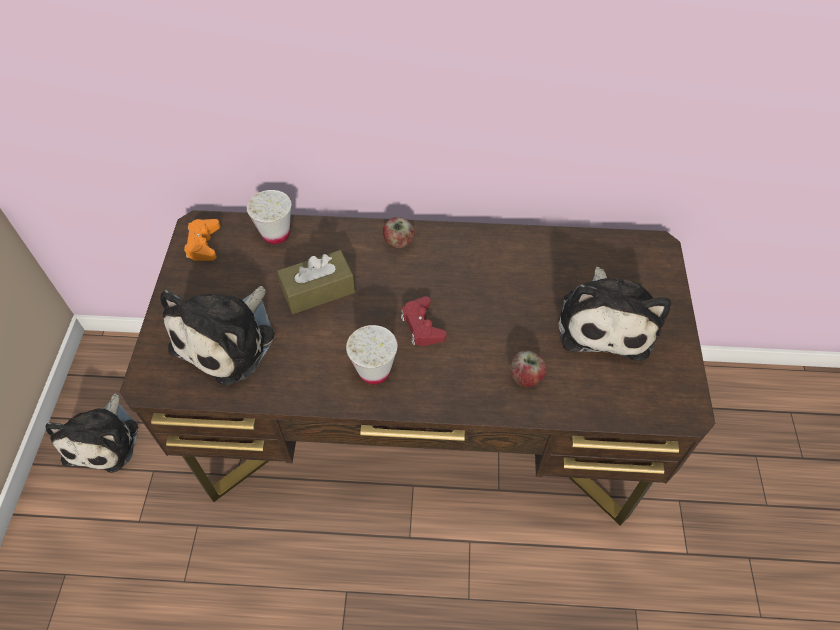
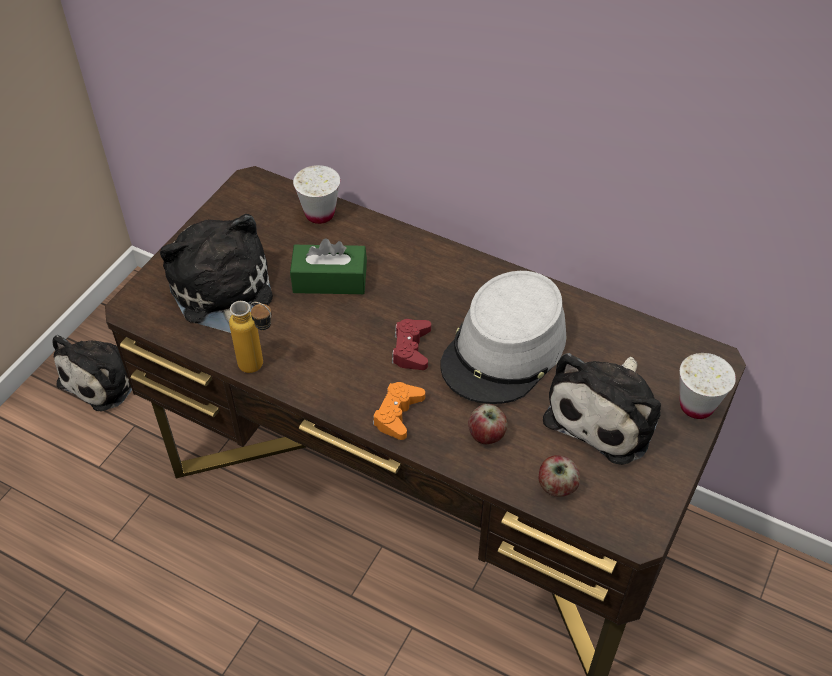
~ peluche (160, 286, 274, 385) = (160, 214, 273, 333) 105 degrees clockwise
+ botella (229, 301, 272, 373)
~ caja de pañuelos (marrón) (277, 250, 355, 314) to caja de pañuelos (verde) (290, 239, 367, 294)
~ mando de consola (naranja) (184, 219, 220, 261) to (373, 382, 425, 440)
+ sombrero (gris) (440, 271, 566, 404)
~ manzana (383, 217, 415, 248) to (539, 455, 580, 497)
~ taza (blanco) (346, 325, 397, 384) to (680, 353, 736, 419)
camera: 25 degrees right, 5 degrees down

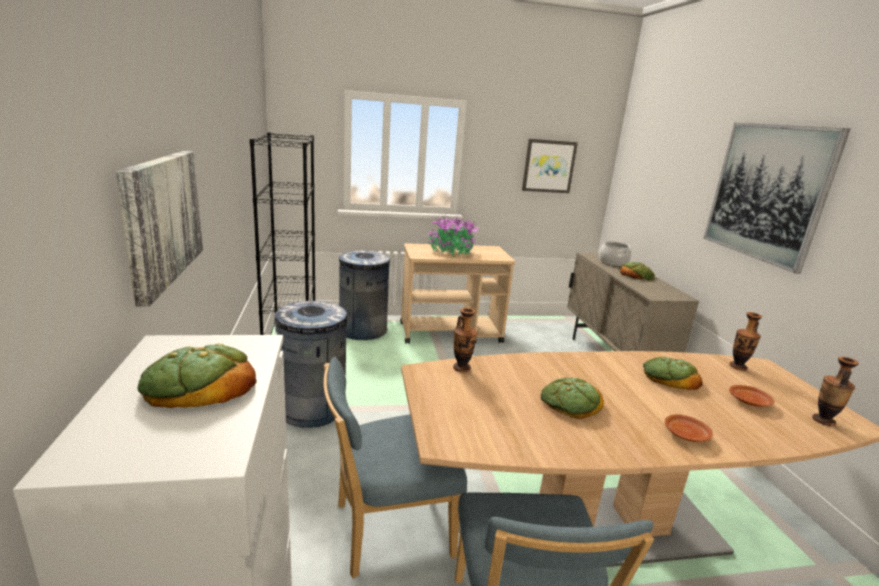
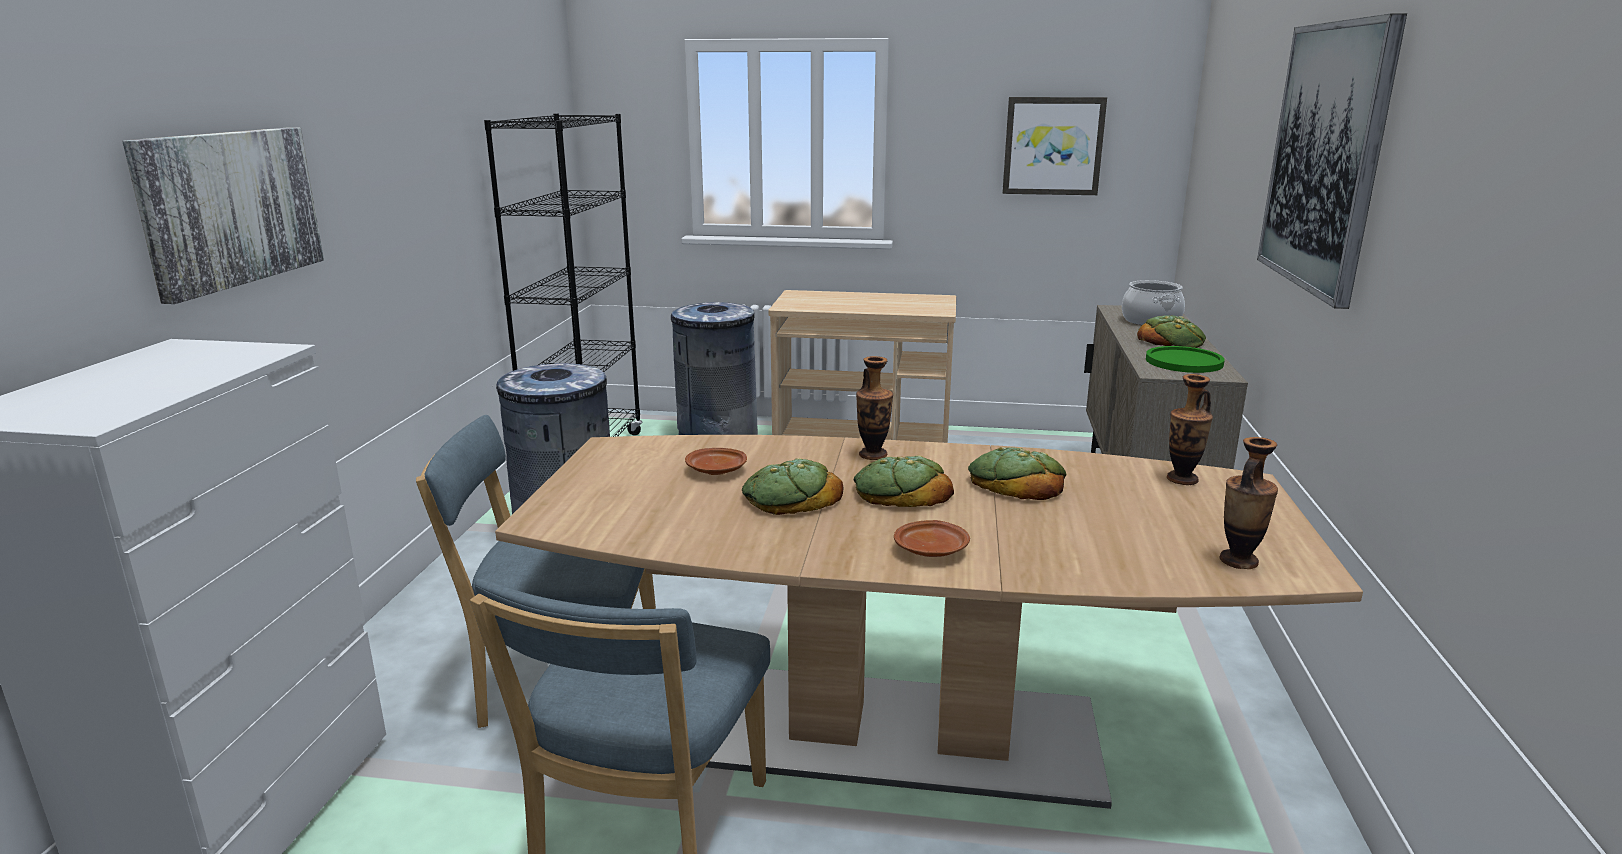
~ plato (marrón) (729, 385, 775, 407) to (685, 448, 747, 475)
~ pan (137, 344, 257, 408) to (853, 455, 954, 507)
~ florero (453, 308, 477, 372) to (856, 356, 893, 460)
+ plato (verde) (1146, 346, 1225, 373)
- planta en maceta (428, 214, 479, 256)
camera: 20 degrees right, 0 degrees up

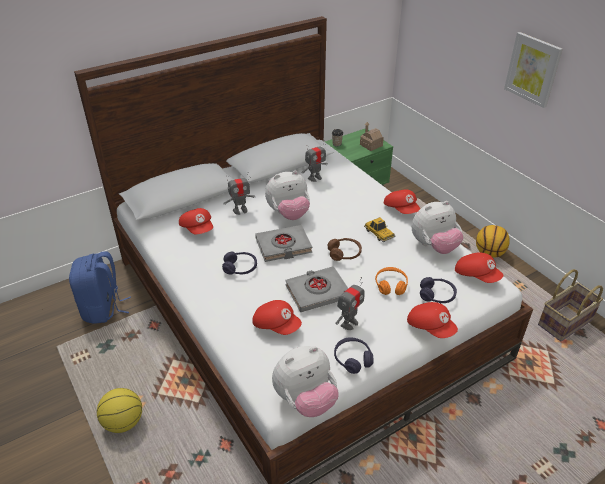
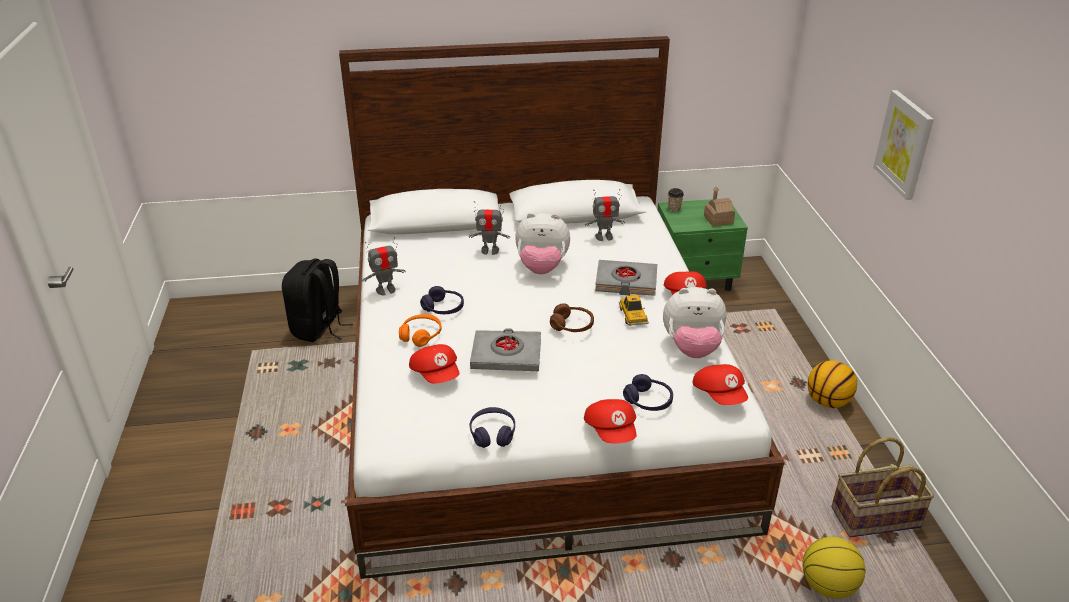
~ mochila (azul) (69, 251, 131, 324) to mochila (negro) (282, 259, 353, 342)
~ robot de juguete (336, 277, 365, 330) to (362, 237, 406, 295)
~ auriculares (naranja) (375, 267, 408, 295) to (399, 314, 442, 347)
~ libro (gris) (255, 225, 313, 262) to (595, 260, 657, 296)
~ balón de baloncesto (97, 388, 142, 433) to (802, 536, 865, 599)
- gorra (rojo) (179, 208, 213, 235)
- peluche (272, 346, 339, 417)
camera: 25 degrees right, 5 degrees down

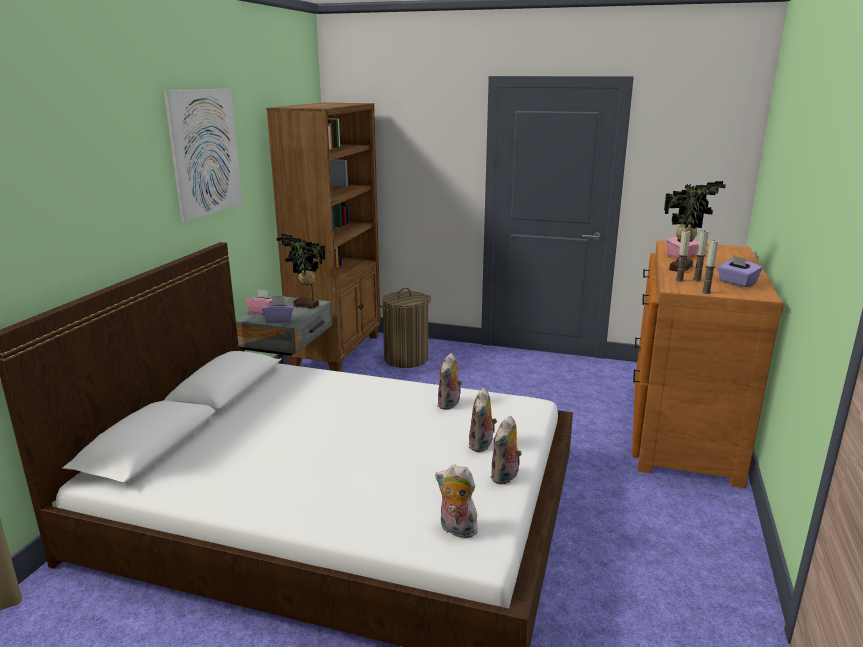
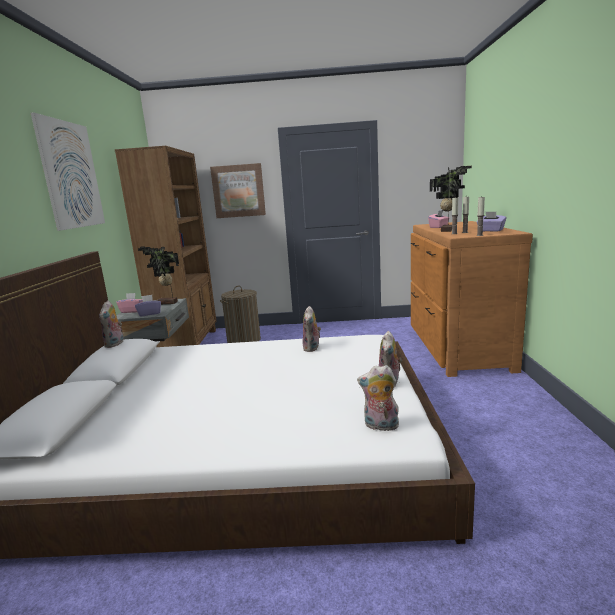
~ peluche (469, 388, 497, 452) to (99, 301, 124, 348)
+ cuadro (210, 163, 266, 218)
camera: 15 degrees left, 5 degrees down

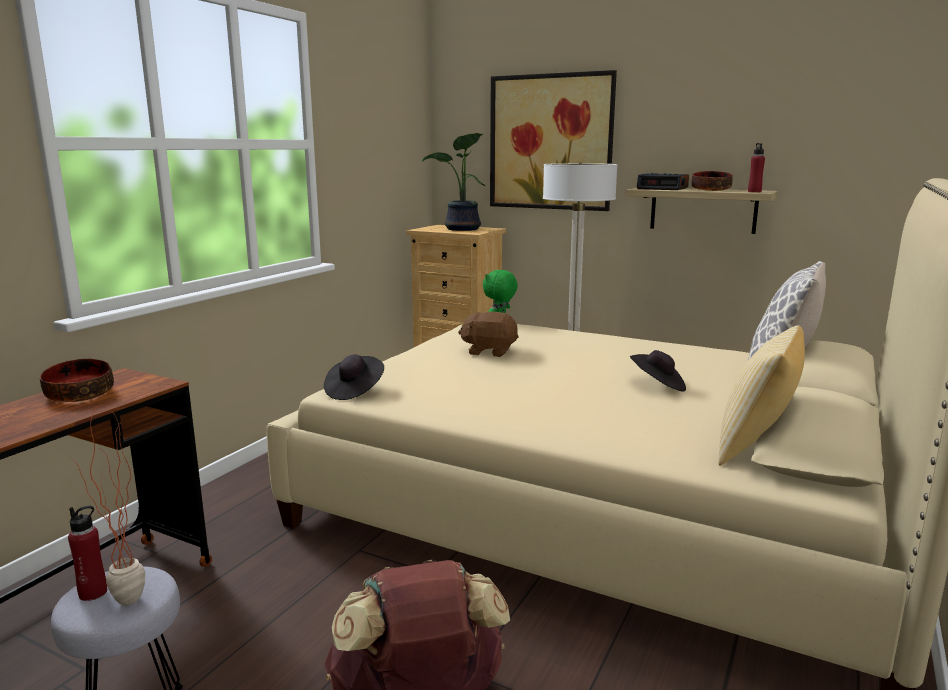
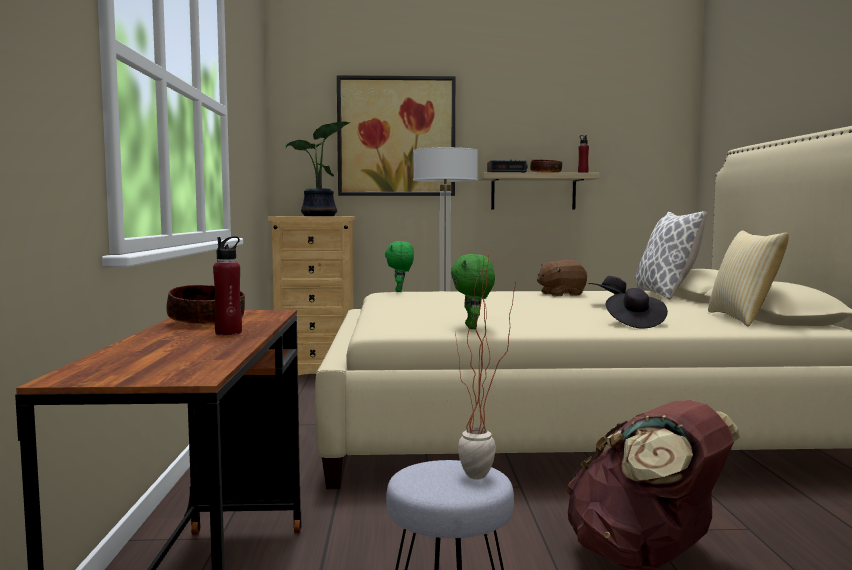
~ botella (rojo) (68, 506, 107, 601) to (213, 236, 242, 335)
+ peluche (verde) (451, 254, 495, 329)
~ peluche (marrón) (458, 312, 519, 357) to (537, 260, 587, 297)
~ sombrero (negro) (324, 355, 384, 400) to (606, 288, 668, 329)
camera: 30 degrees left, 10 degrees down

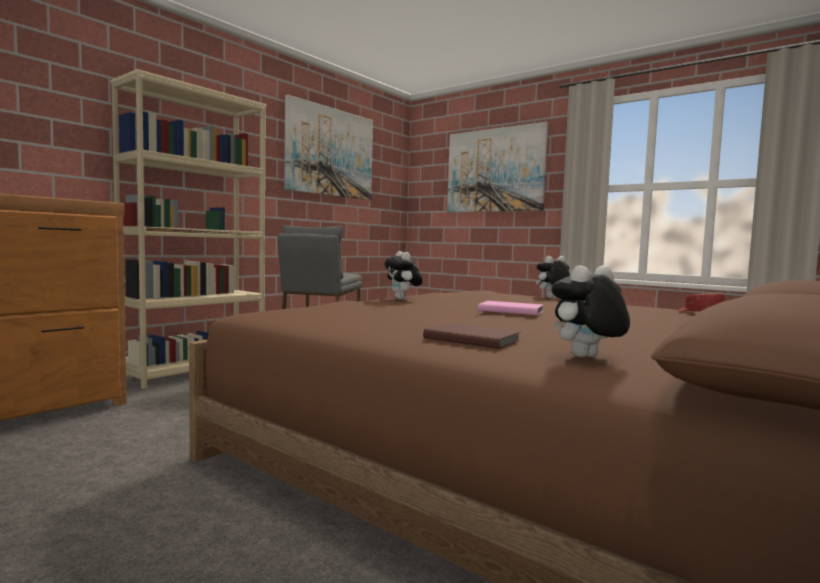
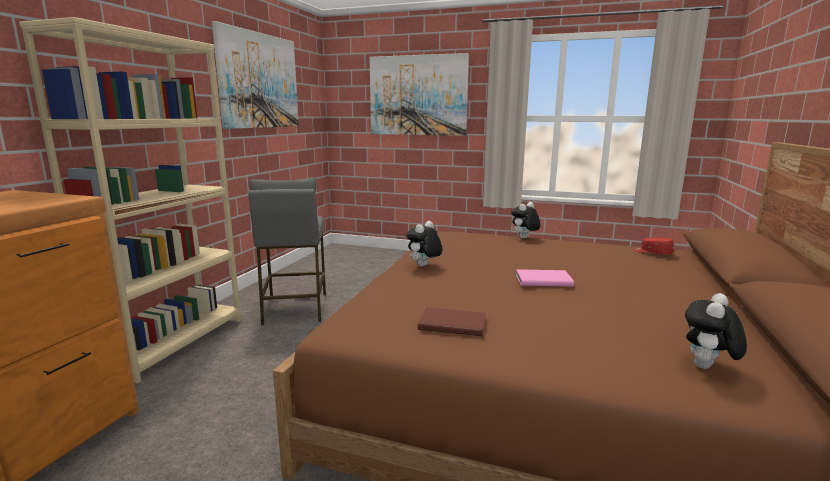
~ peluche (385, 251, 422, 300) = (406, 221, 442, 267) 75 degrees clockwise
~ libro (marrón) (423, 323, 520, 349) to (418, 307, 486, 336)
camera: 20 degrees left, 10 degrees up

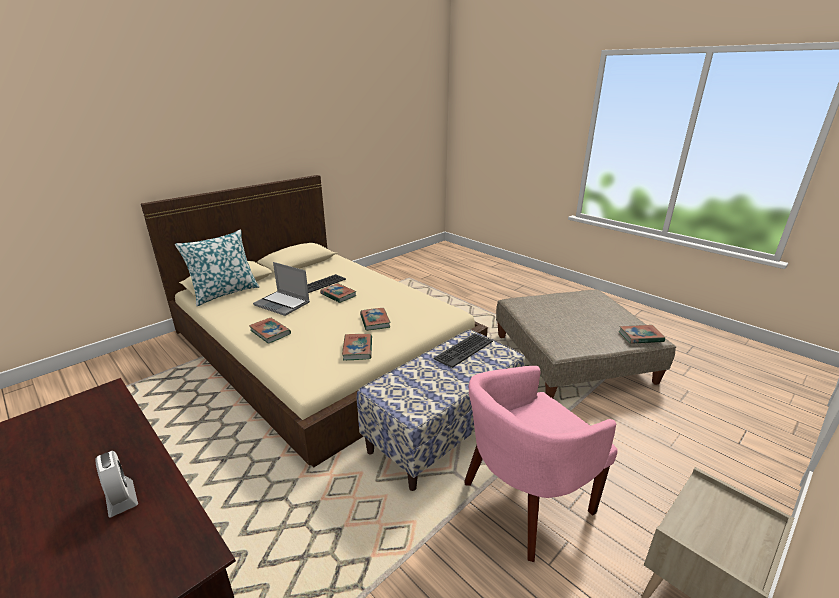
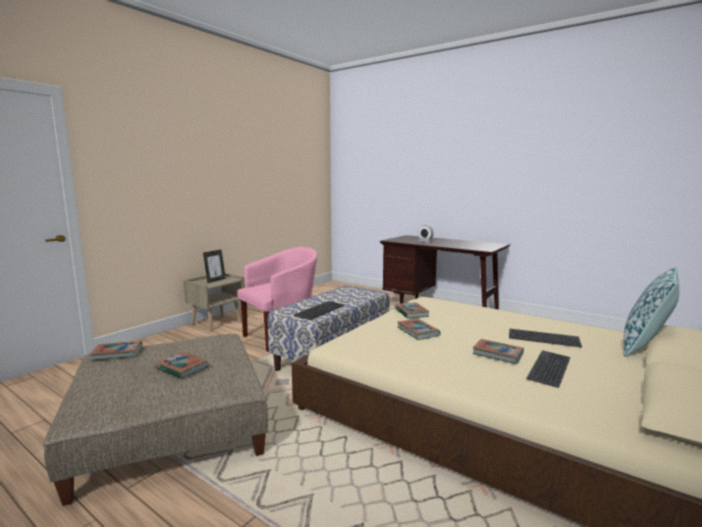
~ libro (249, 318, 291, 344) to (154, 352, 208, 379)
+ portarretratos (203, 250, 226, 283)
~ portátil (253, 262, 310, 316) to teclado (509, 329, 582, 347)
camera: 170 degrees right, 15 degrees down

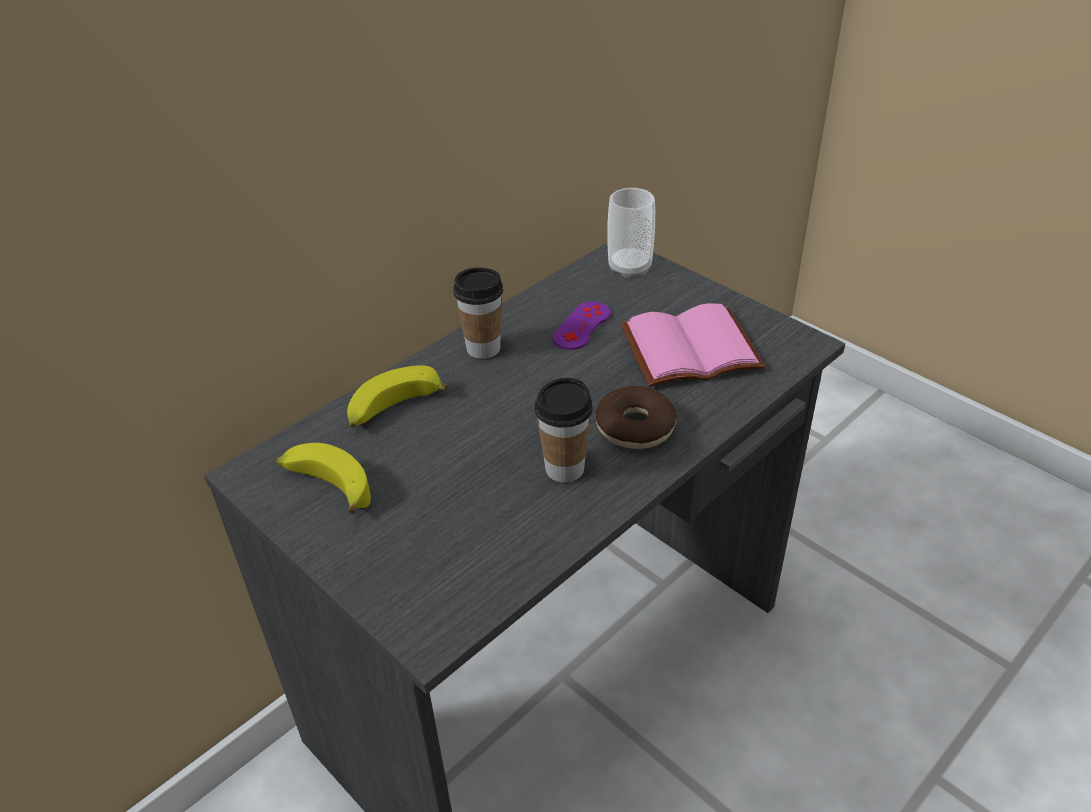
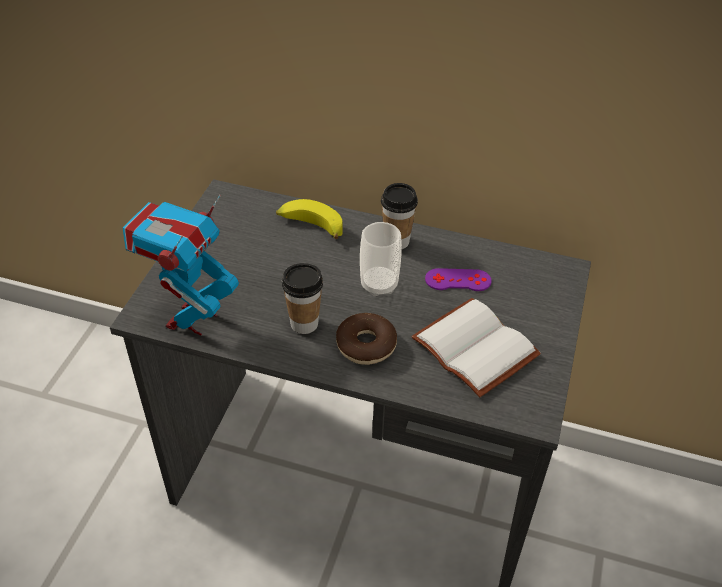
+ robot de juguete (123, 195, 239, 335)
~ taza (607, 188, 655, 278) to (360, 222, 402, 296)
~ libro (rosa) (621, 303, 765, 387) to libro (blanco) (411, 298, 541, 397)
- plátano (276, 443, 371, 513)
camera: 60 degrees right, 5 degrees up

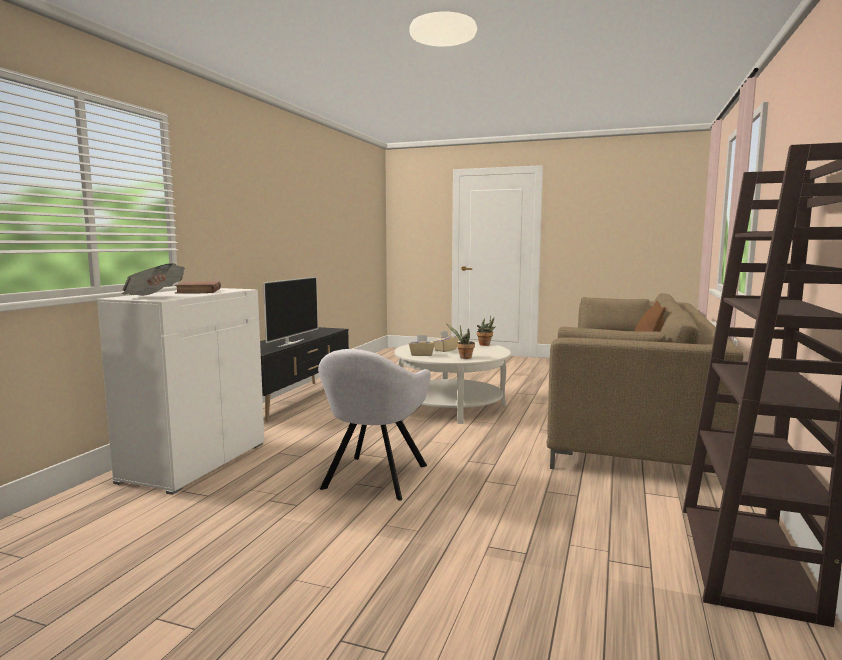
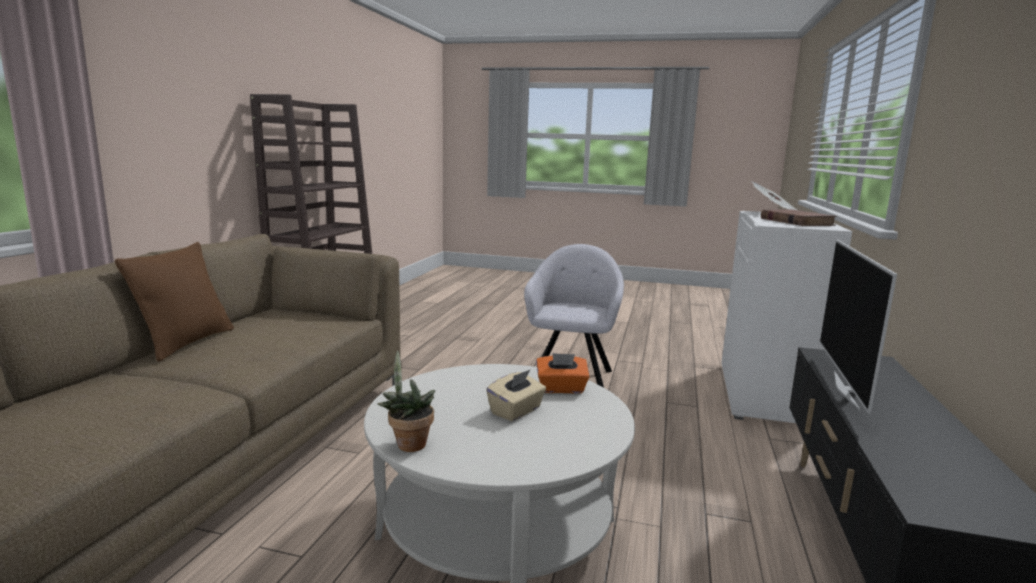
~ caja de pañuelos (beis) (409, 335, 435, 356) to caja de pañuelos (naranja) (536, 353, 590, 394)
- planta en maceta (447, 324, 475, 359)
camera: 175 degrees right, 5 degrees up

